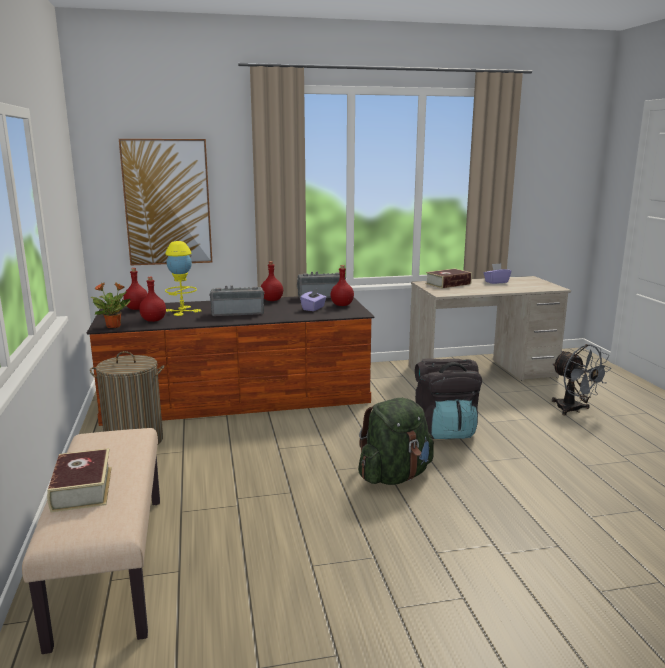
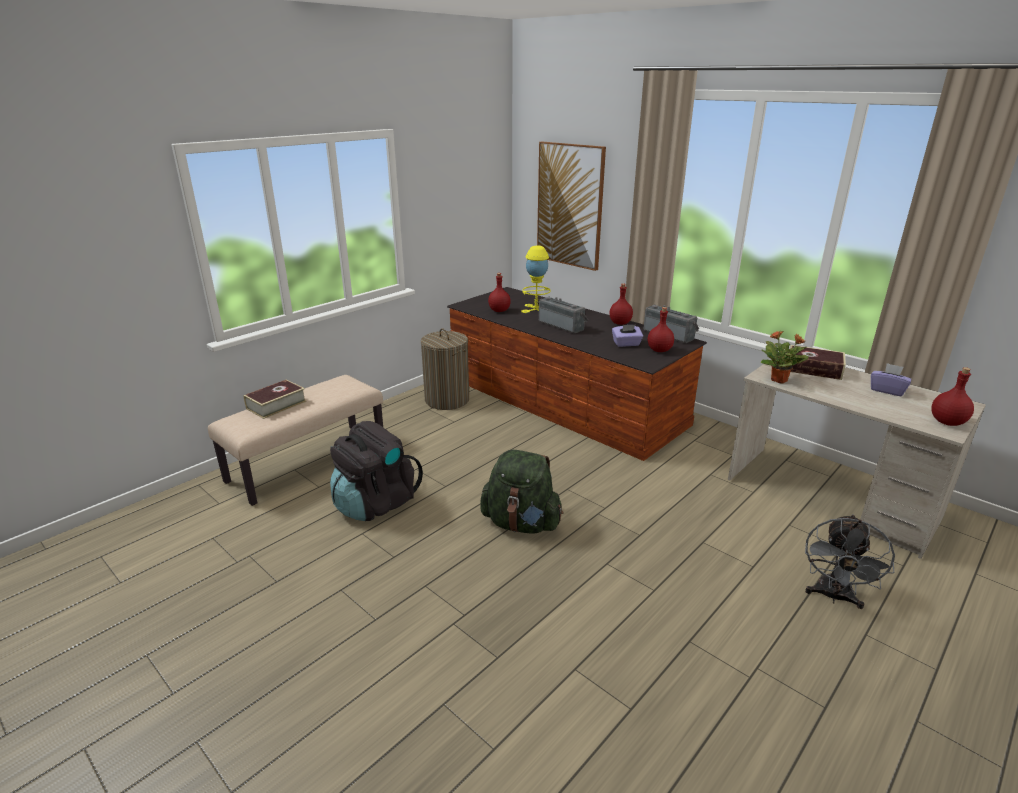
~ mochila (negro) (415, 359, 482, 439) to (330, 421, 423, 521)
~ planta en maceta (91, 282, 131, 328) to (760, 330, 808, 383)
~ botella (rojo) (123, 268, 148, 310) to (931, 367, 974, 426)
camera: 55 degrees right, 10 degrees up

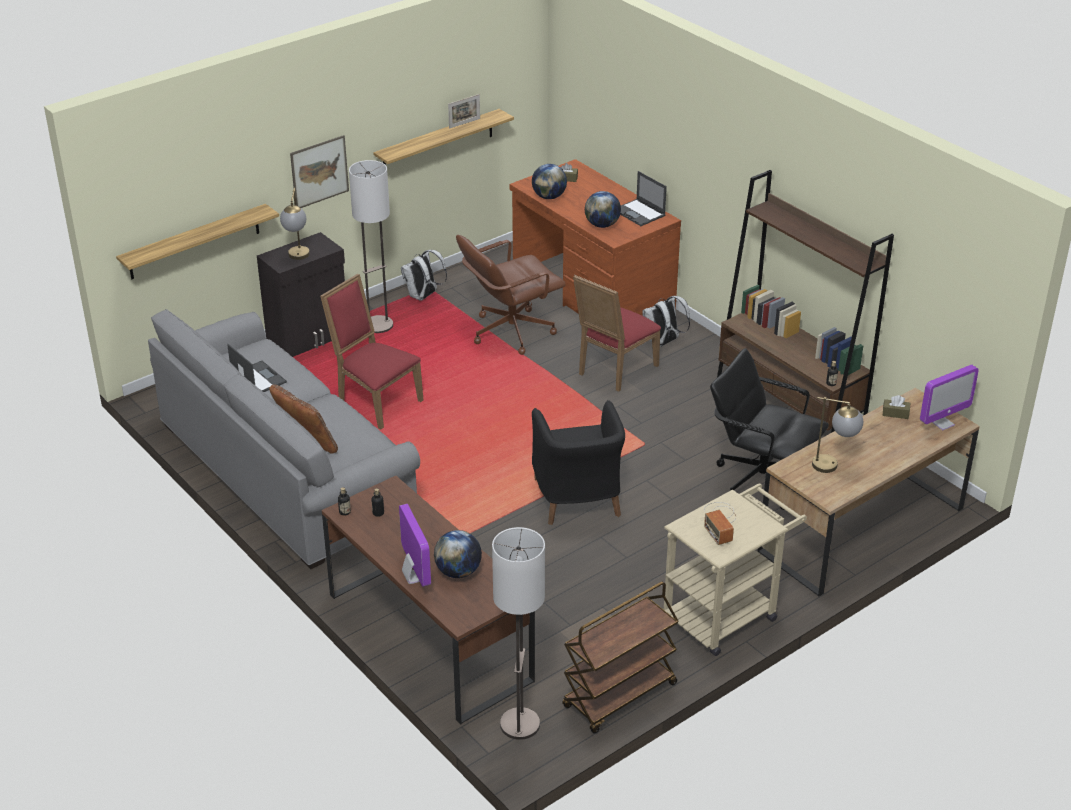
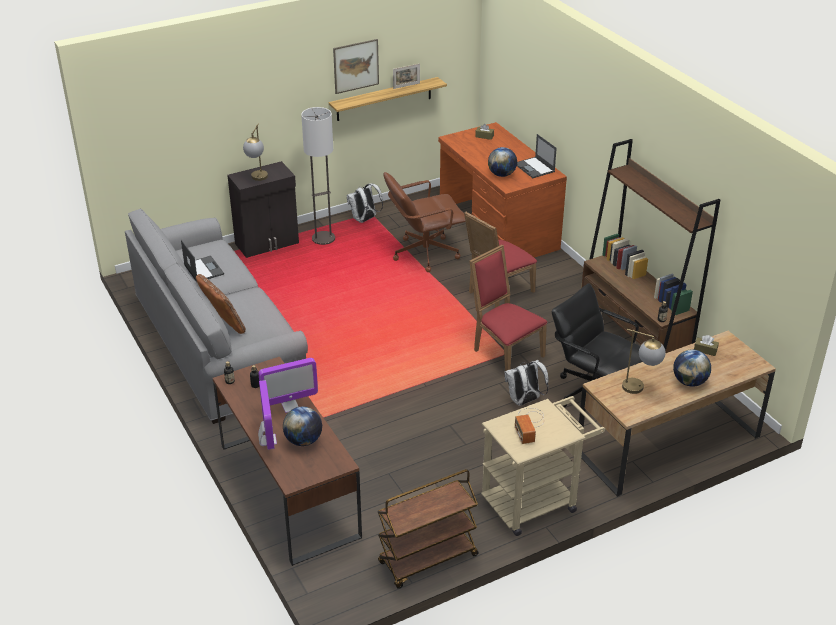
~ monitor (920, 365, 979, 430) to (259, 358, 318, 413)
~ cuadro (290, 135, 349, 208) to (333, 39, 379, 94)
~ silla (rojo) (320, 274, 423, 429) to (469, 245, 547, 371)
~ mochila (blanco) (642, 296, 690, 347) to (504, 360, 549, 406)
~ globo terráqueo (532, 164, 567, 199) to (673, 349, 711, 387)
- estante (116, 204, 279, 279)
- lámpara de pie (492, 527, 545, 740)
- sillón (negro) (532, 400, 625, 525)
camera: 10 degrees right, 0 degrees up

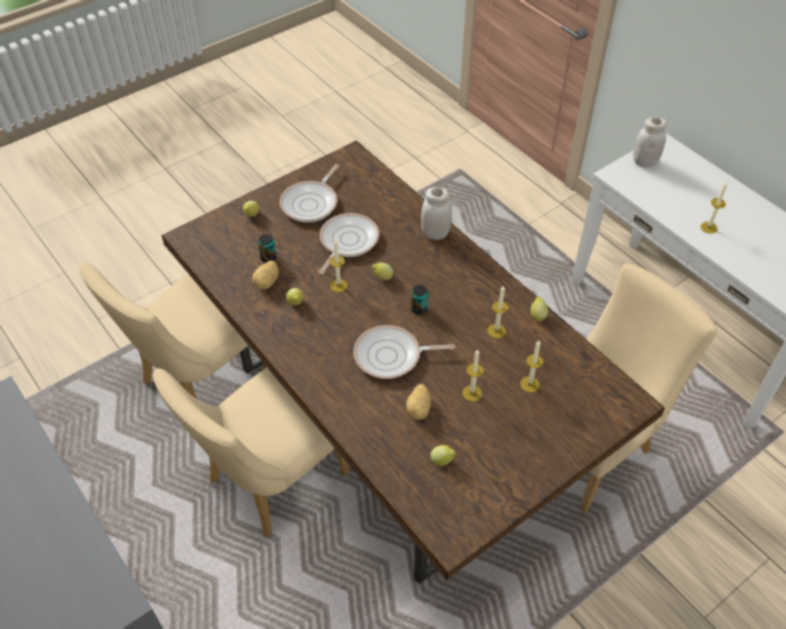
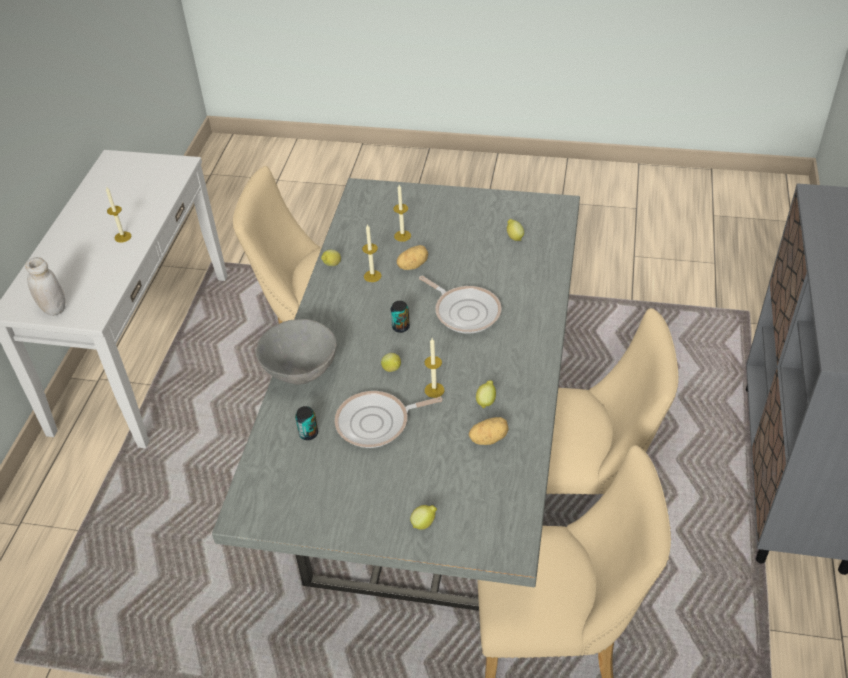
~ mesa de comedor (marrón) (162, 141, 665, 584) to mesa de comedor (gris) (212, 178, 580, 611)
~ tarro (blanco) (421, 187, 452, 240) to cuenco (gris) (256, 319, 337, 385)
~ lata (258, 234, 277, 263) to (295, 406, 318, 440)
~ patata (406, 384, 431, 420) to (397, 245, 428, 270)
- sartén (280, 164, 339, 222)
- vela (463, 349, 484, 401)
camera: 130 degrees left, 5 degrees down

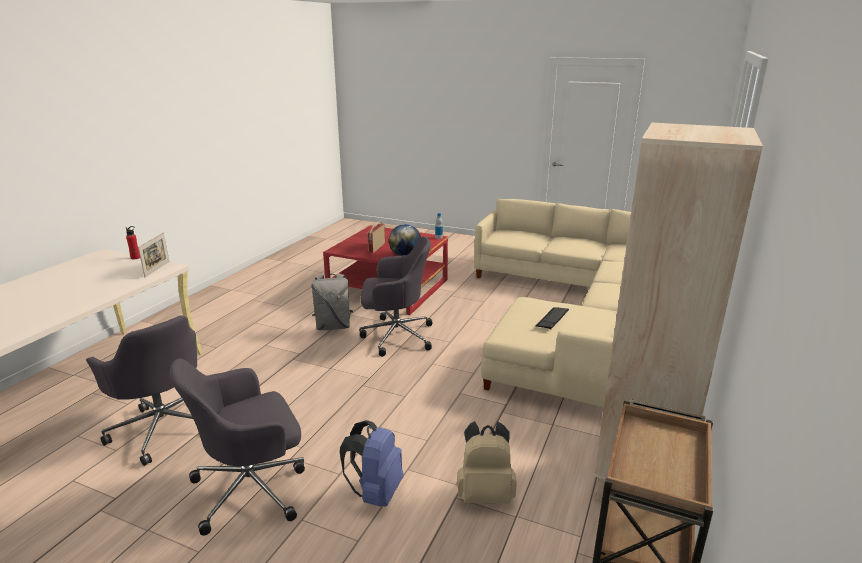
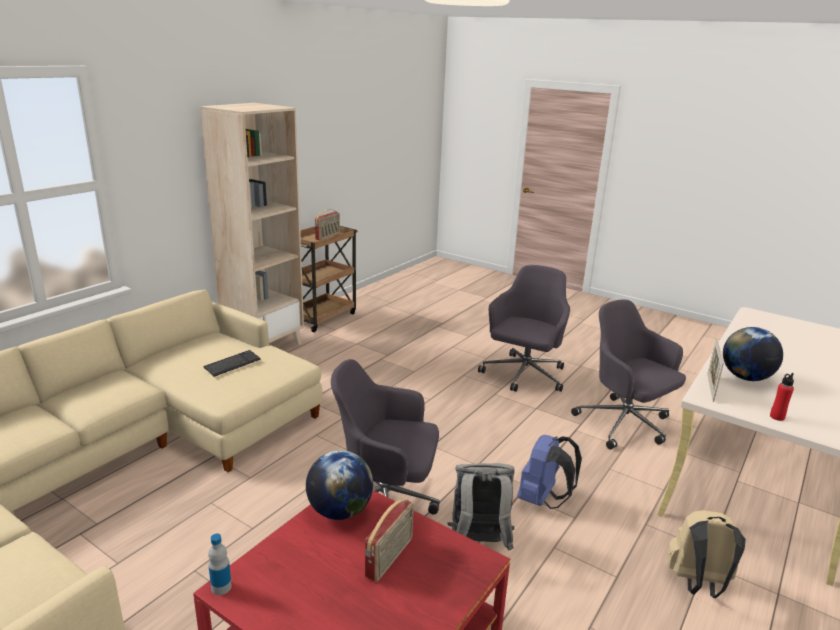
+ radio (315, 209, 340, 240)
~ silla de oficina (gris) (169, 359, 305, 536) = (478, 265, 570, 392) 45 degrees counterclockwise
~ mochila (azul) (340, 420, 403, 507) to (518, 435, 582, 509)
~ mochila (beis) (457, 421, 517, 504) to (667, 510, 746, 598)
+ globo terráqueo (723, 327, 783, 381)
camera: 170 degrees left, 0 degrees up

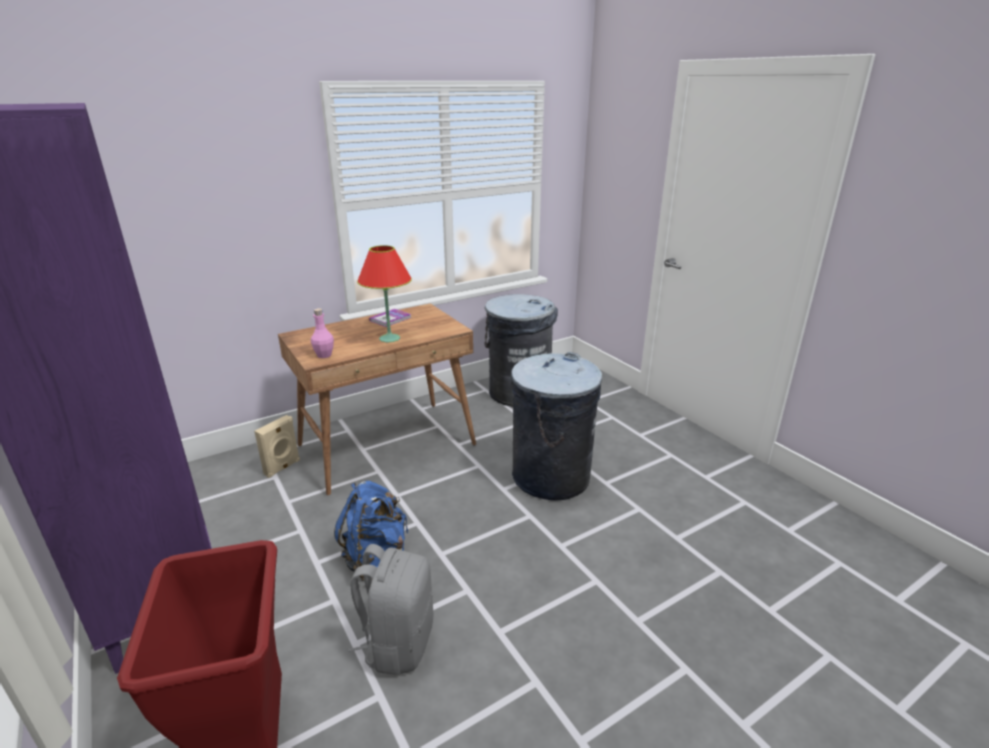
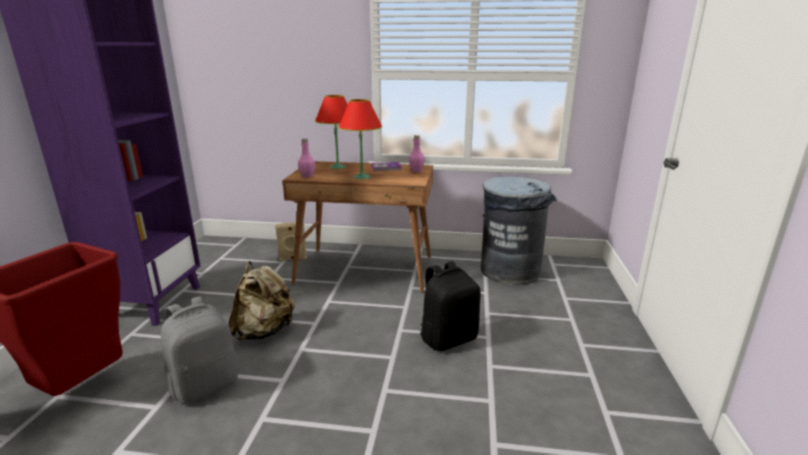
~ mochila (azul) (334, 481, 408, 581) to mochila (beis) (229, 261, 295, 340)
+ lámpara de mesa (rojo) (315, 95, 348, 169)
+ botella (rosa) (408, 135, 425, 172)
~ papelera (gris) (510, 352, 602, 501) to mochila (negro) (420, 261, 481, 351)
camera: 40 degrees right, 5 degrees down

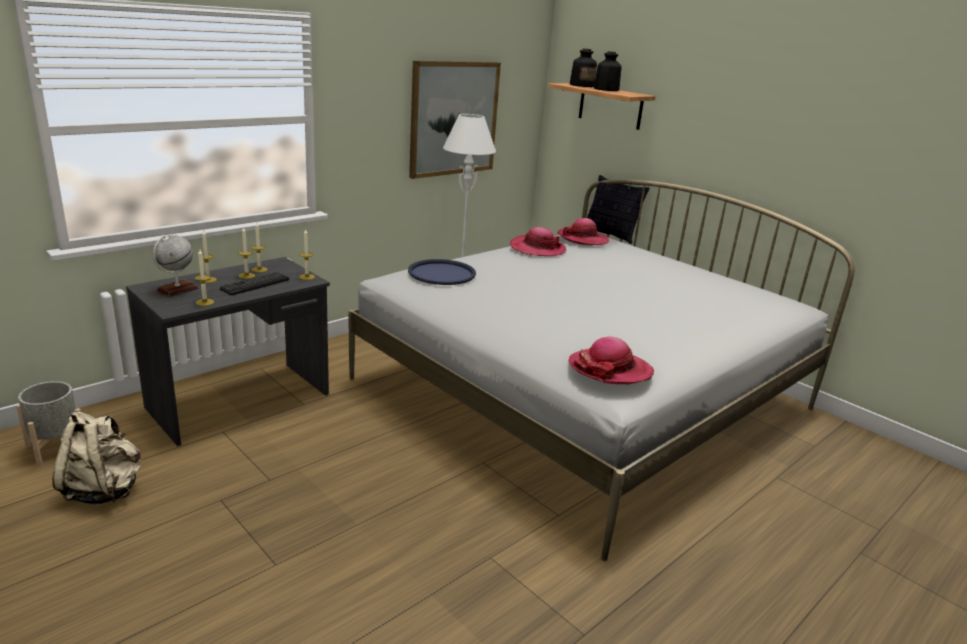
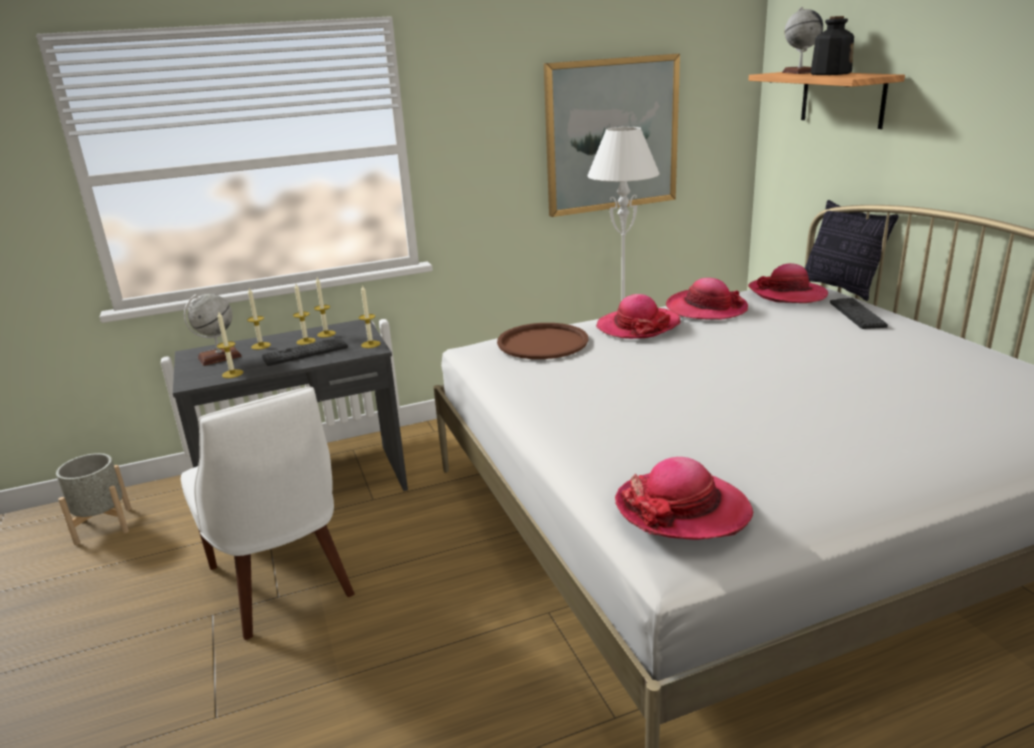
+ silla (blanco) (181, 387, 355, 640)
~ bandeja (azul) (408, 259, 476, 285) to bandeja (marrón) (497, 323, 589, 359)
+ sombrero (596, 294, 681, 339)
~ botella (570, 48, 597, 87) to globo terráqueo (782, 7, 823, 74)
+ teclado (830, 298, 888, 329)
- mochila (beis) (52, 412, 141, 504)
camera: 25 degrees right, 0 degrees up

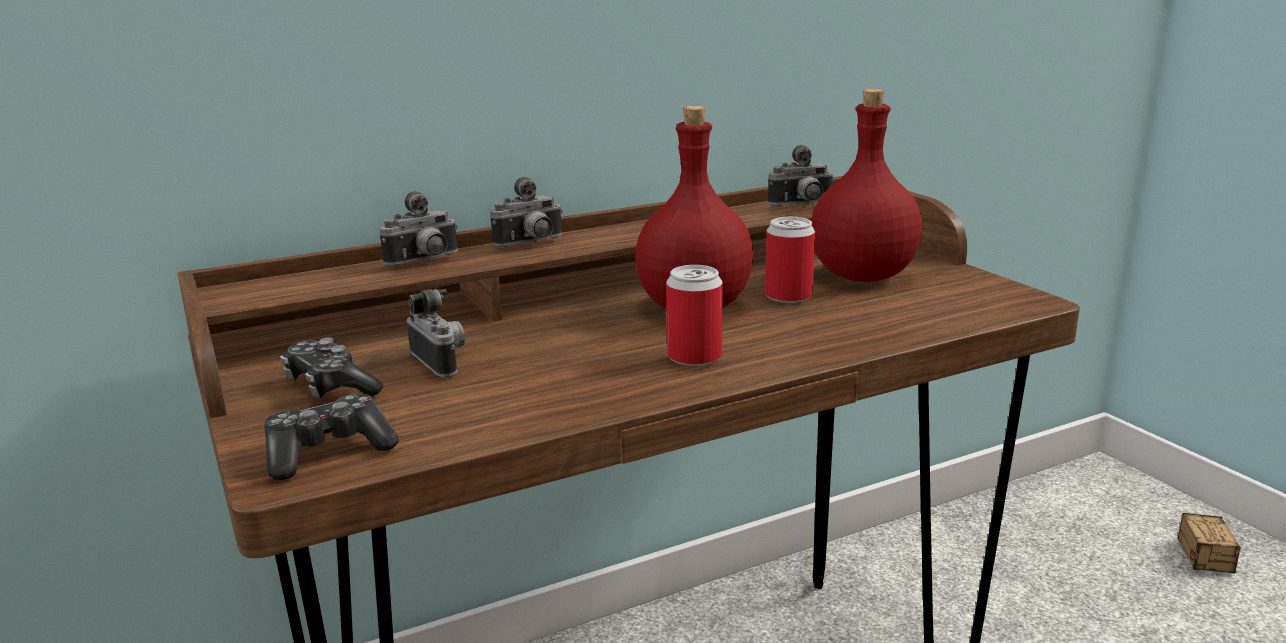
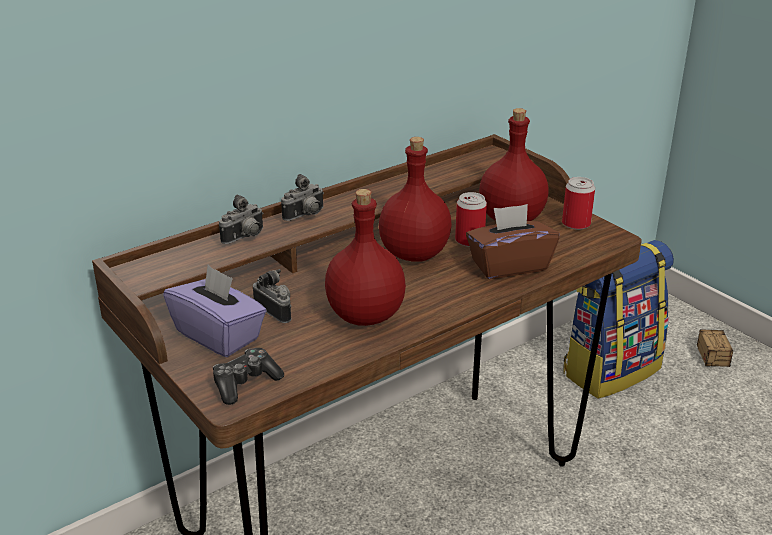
~ mando de consola (280, 337, 384, 399) to caja de pañuelos (morado) (163, 265, 267, 357)
+ botella (rojo) (325, 189, 406, 326)
+ caja de pañuelos (marrón) (466, 204, 560, 279)
~ lata (666, 265, 723, 366) to (562, 177, 595, 230)
+ mochila (563, 240, 674, 399)
- cámara (768, 145, 834, 206)
camera: 10 degrees left, 10 degrees up

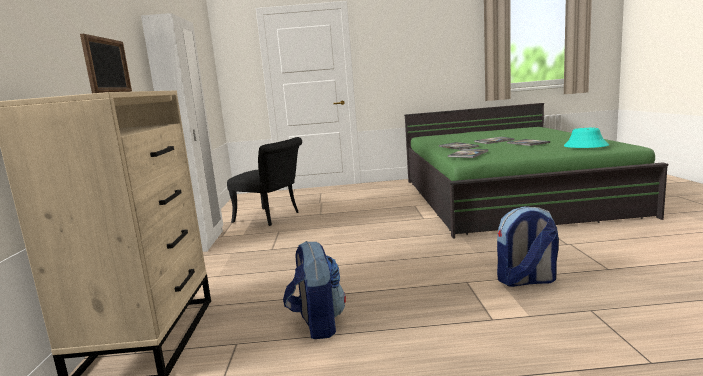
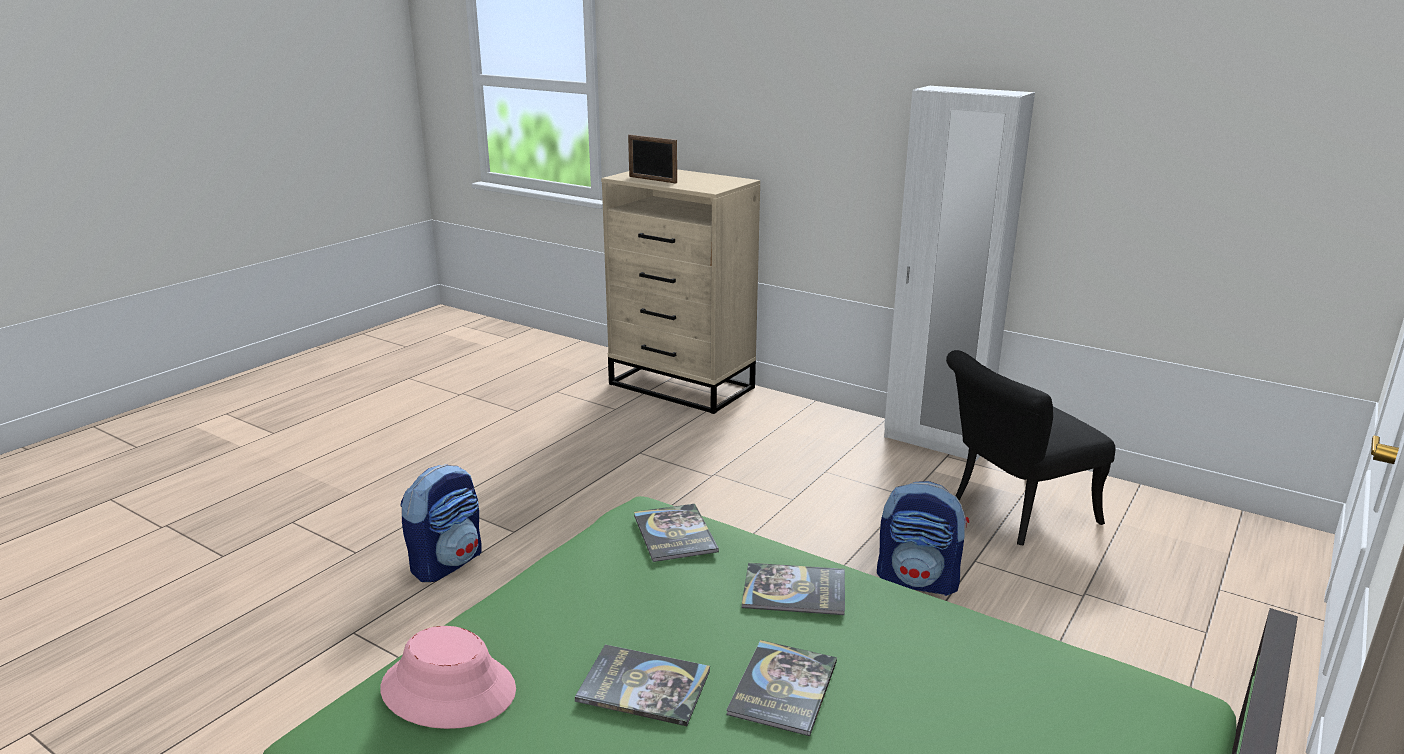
~ sombrero (turquesa) (564, 128, 609, 148) to sombrero (rosa) (380, 626, 516, 729)
~ mochila (283, 241, 346, 339) to (877, 481, 969, 596)
camera: 125 degrees right, 10 degrees up

